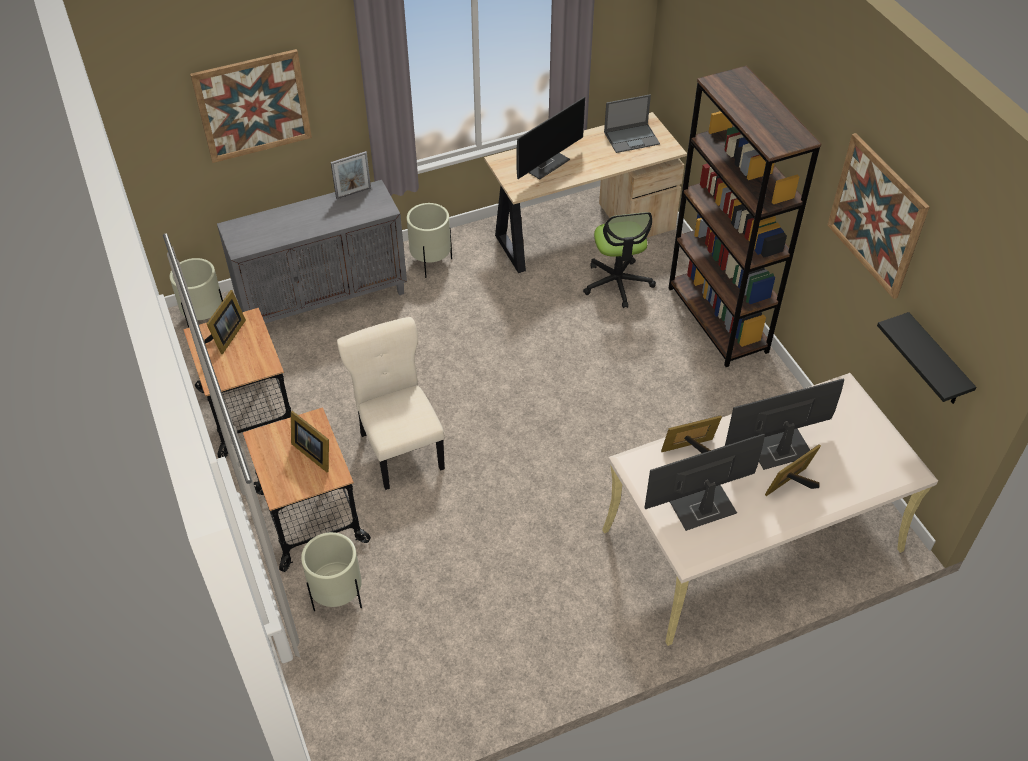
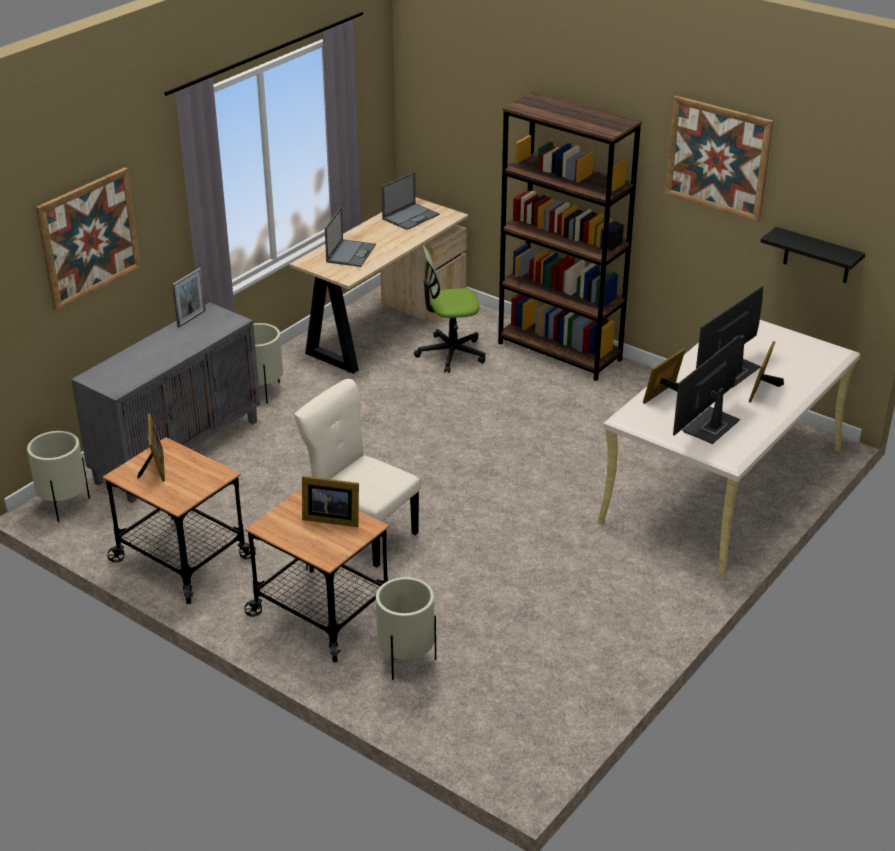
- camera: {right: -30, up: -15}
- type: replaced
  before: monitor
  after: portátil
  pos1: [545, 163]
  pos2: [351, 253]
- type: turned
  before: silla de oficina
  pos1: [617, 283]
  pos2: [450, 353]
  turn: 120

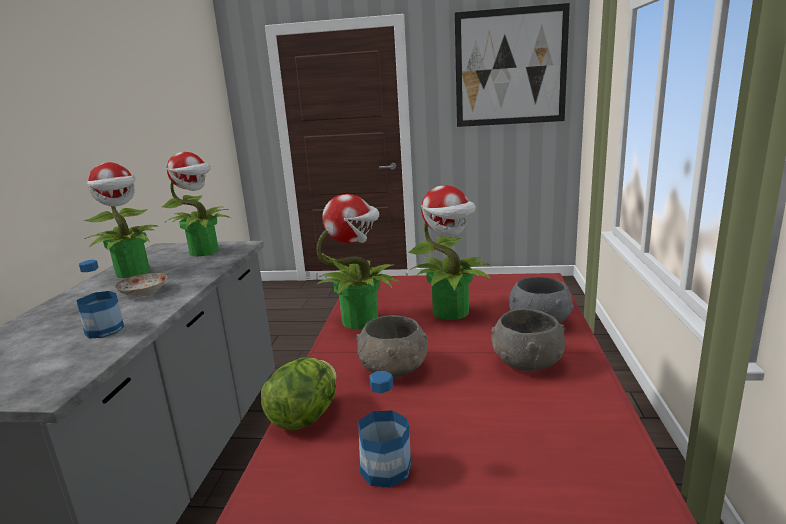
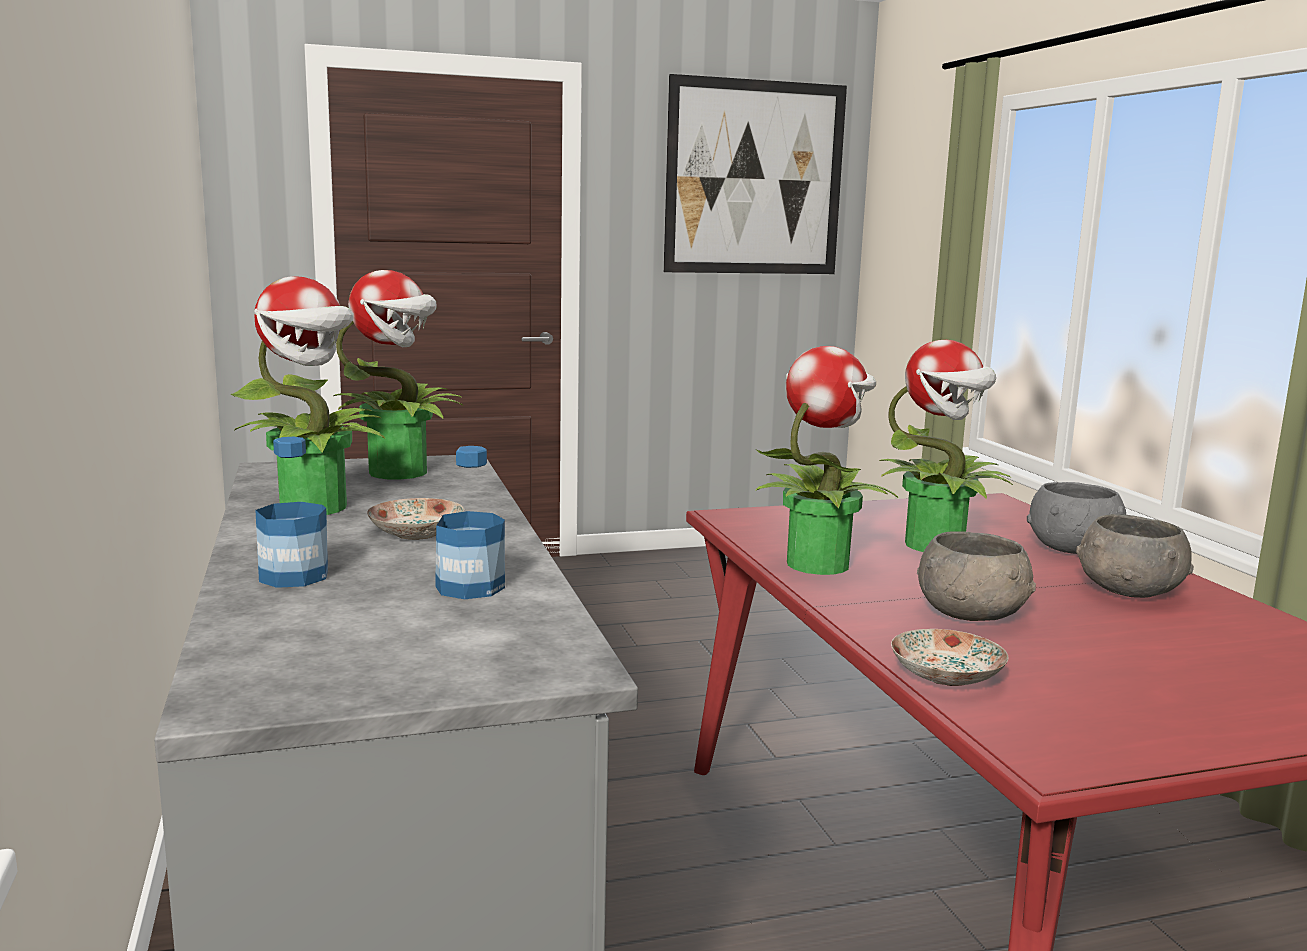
- camera: {right: -25, up: -5}
- type: replaced
  before: lechuga
  after: plato
  pos1: [305, 417]
  pos2: [946, 676]
- type: moved
  before: botella
  pos1: [385, 469]
  pos2: [294, 576]

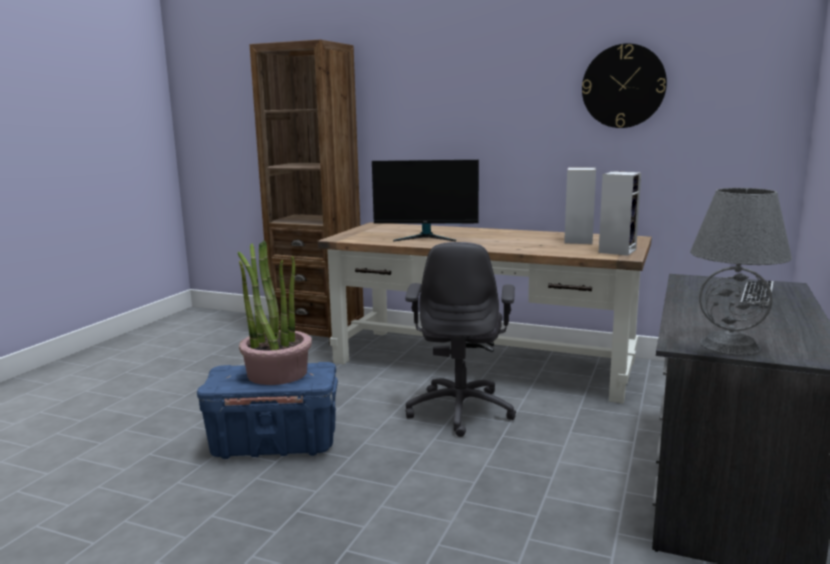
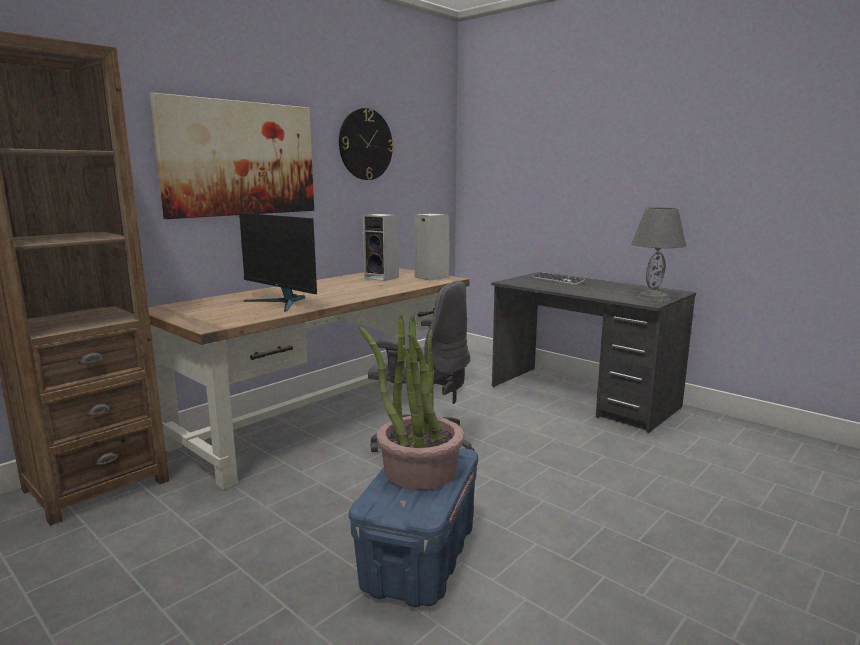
- camera: {right: -70, up: 0}
- type: turned
  before: monitor
  pos1: [426, 237]
  pos2: [282, 302]
  turn: 105
- type: added
  after: cuadro
  pos2: [240, 159]

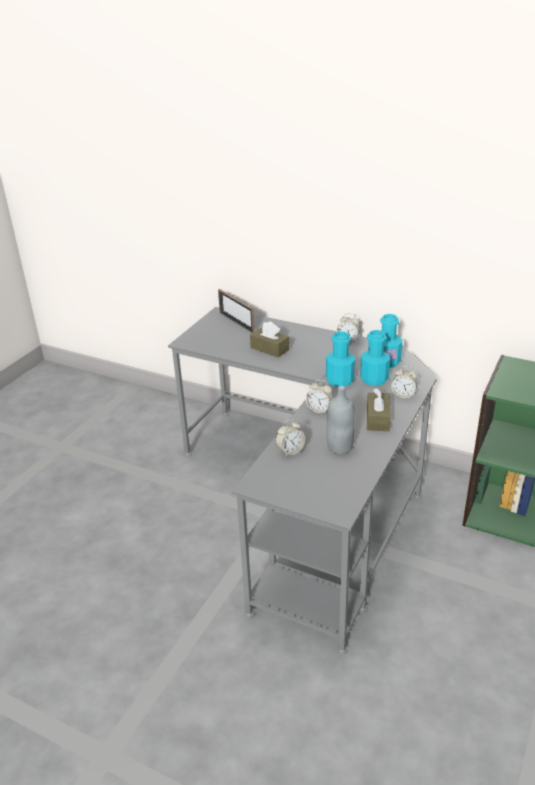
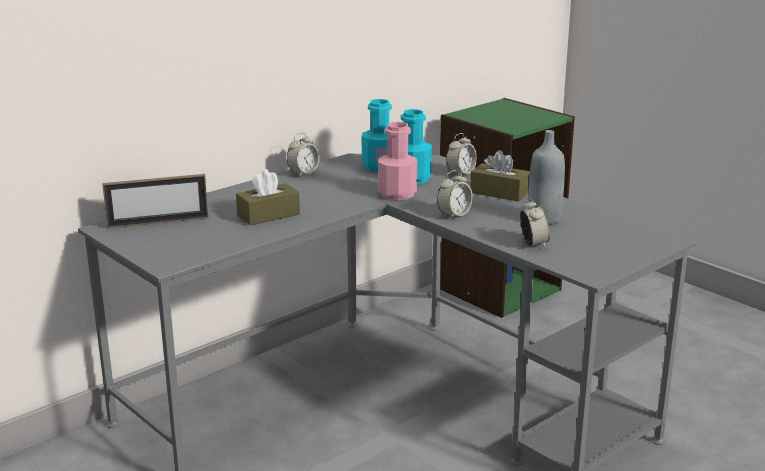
- camera: {right: -70, up: -10}
- type: recoloured
  before: botella [turquesa]
  after: botella [rosa]
  pos1: [340, 380]
  pos2: [397, 194]

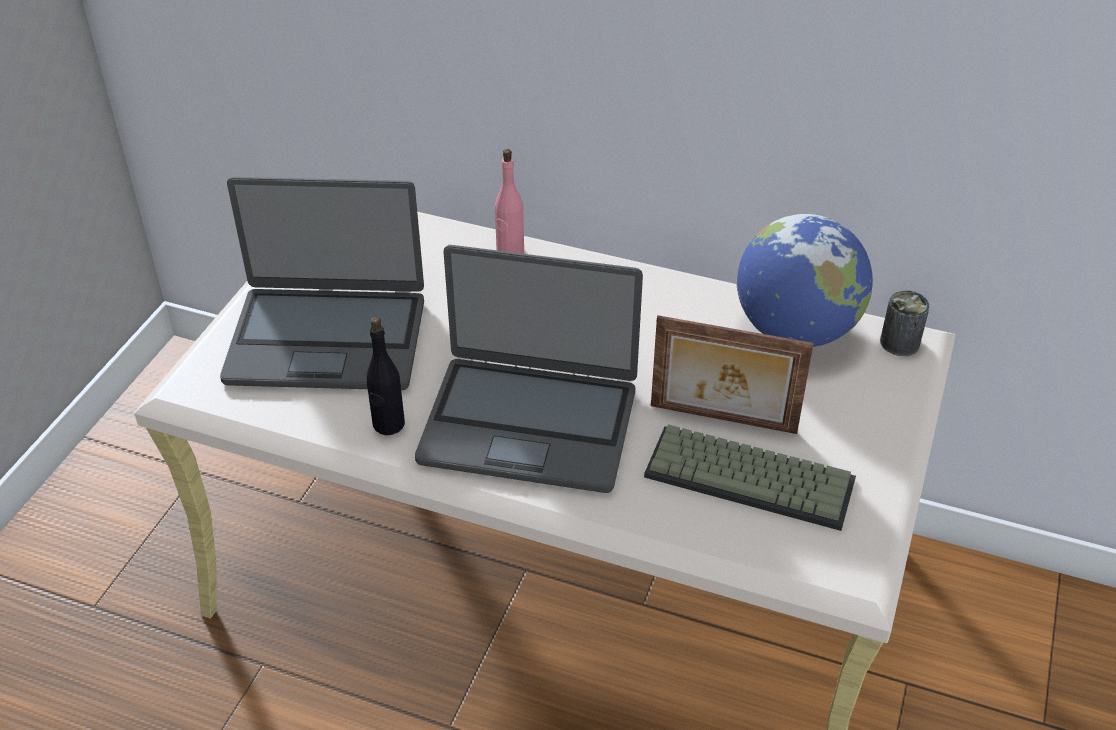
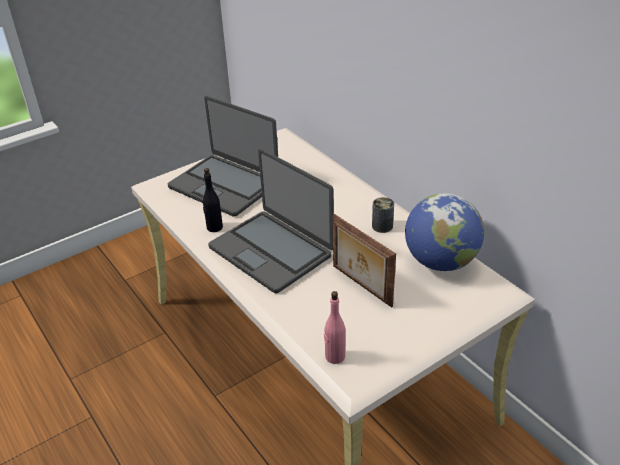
- camera: {right: 35, up: -5}
- type: moved
  before: botella [rosa]
  pos1: [510, 252]
  pos2: [334, 356]
- type: moved
  before: lata
  pos1: [899, 342]
  pos2: [382, 226]
- type: removed
  before: teclado
  pos1: [752, 476]

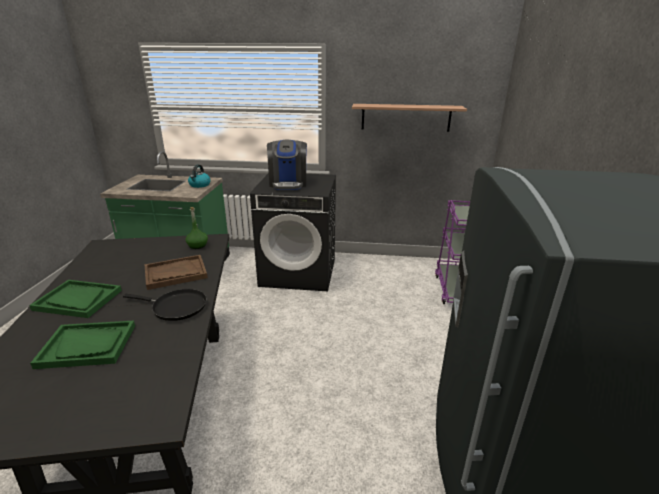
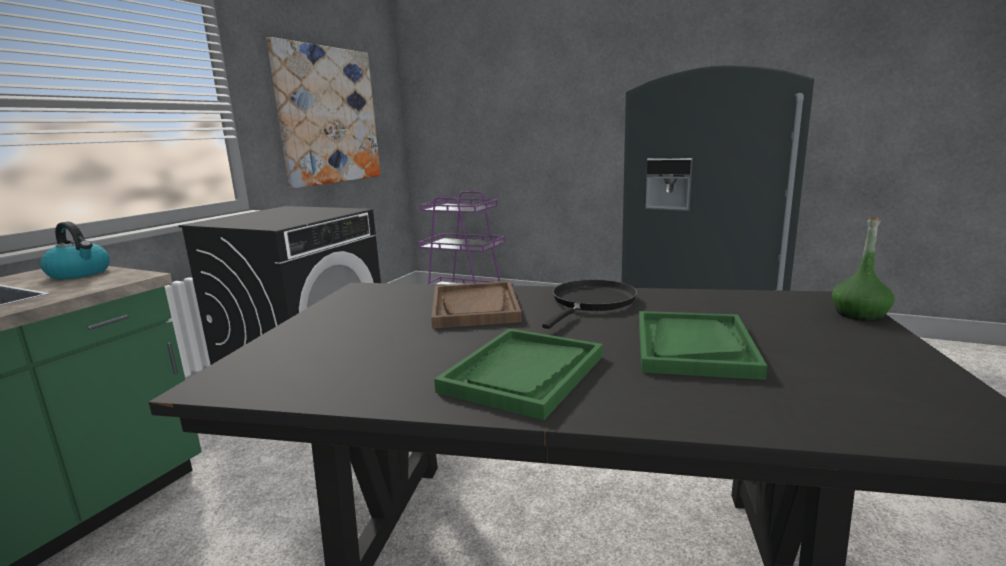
- camera: {right: -70, up: -10}
- type: replaced
  before: estante
  after: cuadro
  pos1: [405, 117]
  pos2: [328, 116]
- type: removed
  before: cafetera
  pos1: [288, 183]
- type: moved
  before: botella [verde]
  pos1: [197, 245]
  pos2: [859, 314]

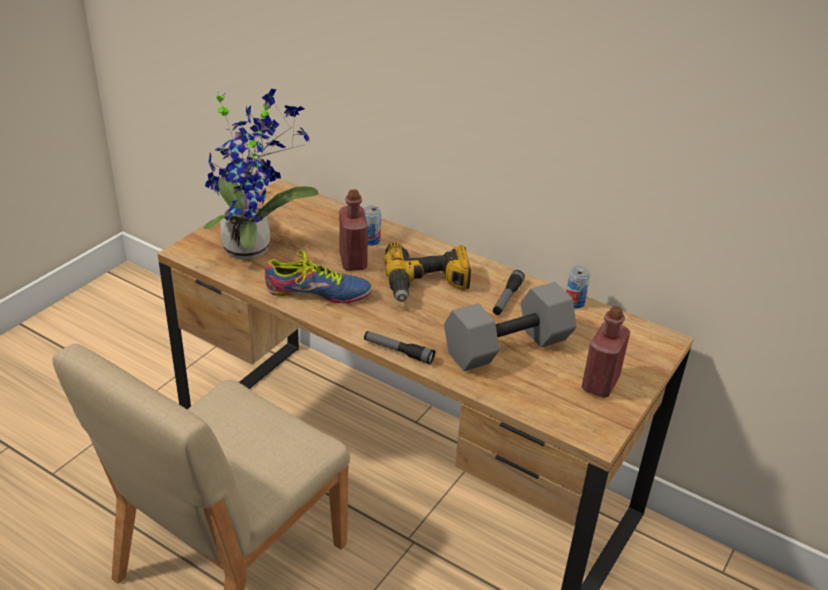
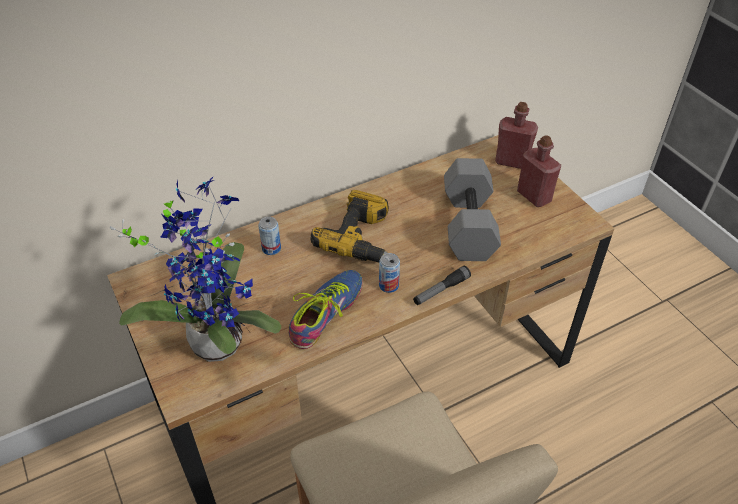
- camera: {right: -60, up: 10}
- type: moved
  before: botella [rojo]
  pos1: [353, 261]
  pos2: [512, 162]
- type: moved
  before: lata
  pos1: [574, 303]
  pos2: [388, 285]
- type: removed
  before: linterna
  pos1: [507, 298]

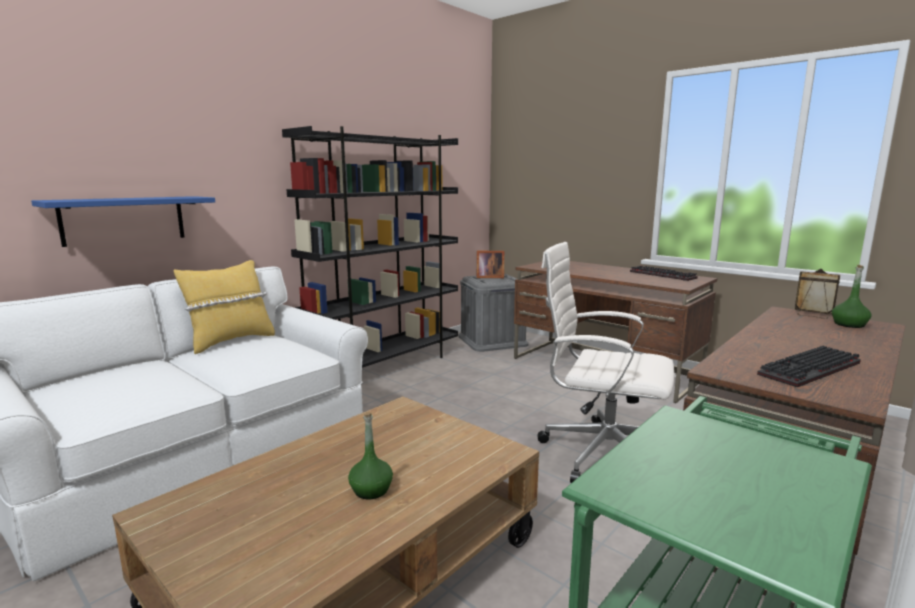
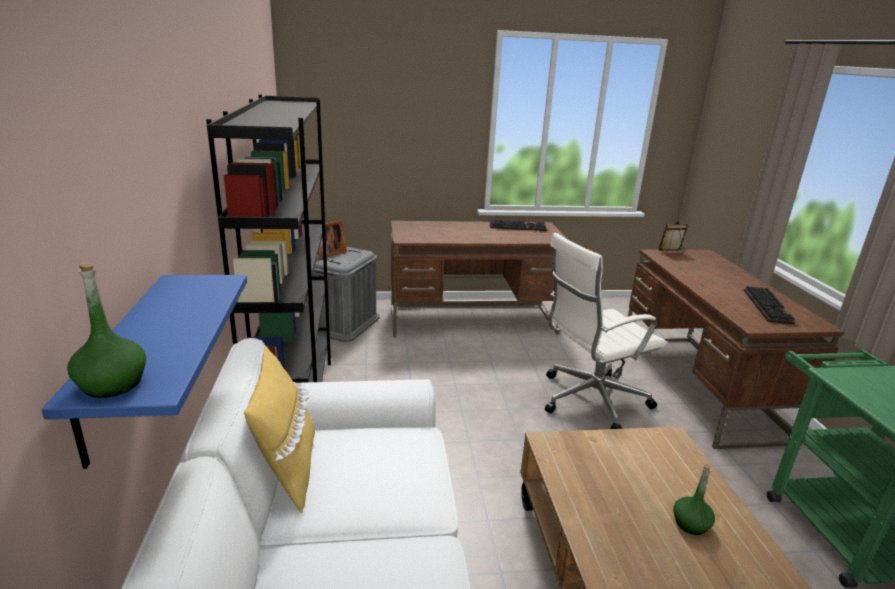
- camera: {right: -50, up: 10}
- type: moved
  before: botella [verde]
  pos1: [849, 324]
  pos2: [113, 384]

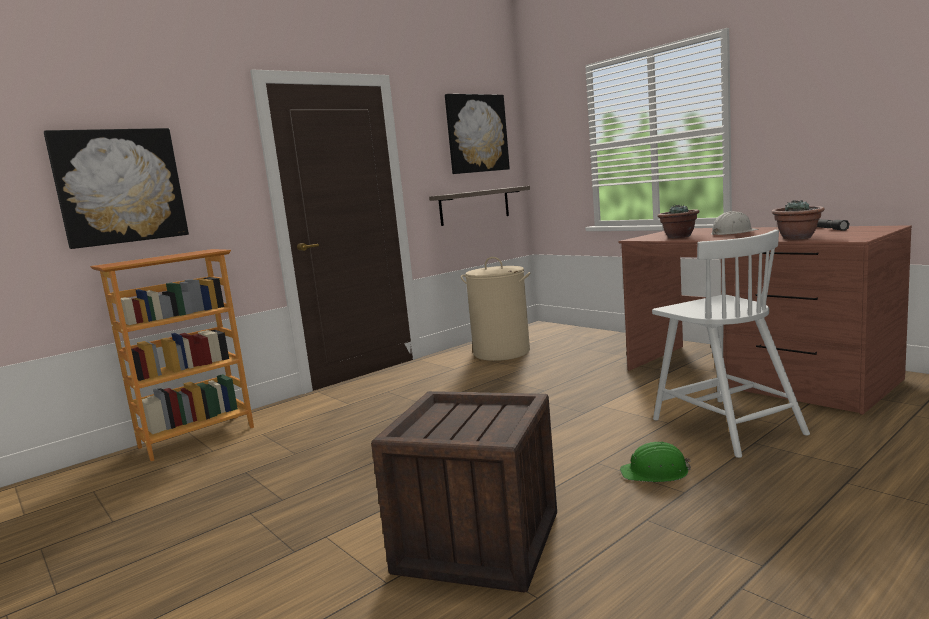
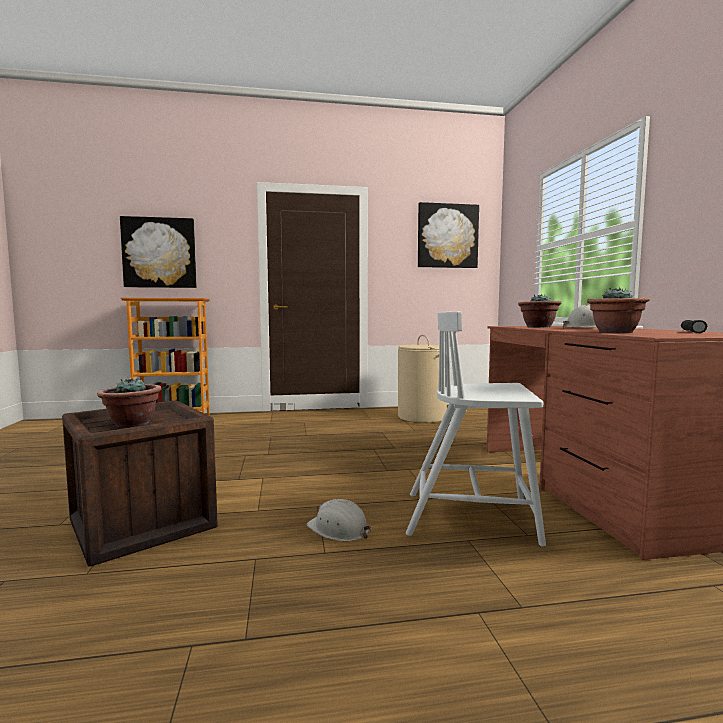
- camera: {right: 30, up: -5}
- type: removed
  before: estante
  pos1: [474, 206]
- type: turned
  before: silla [blanco]
  pos1: [724, 425]
  pos2: [473, 517]
  turn: 90
- type: recoloured
  before: casco [verde]
  after: casco [blanco]
  pos1: [655, 472]
  pos2: [338, 529]
- type: added
  after: planta en maceta
  pos2: [131, 424]

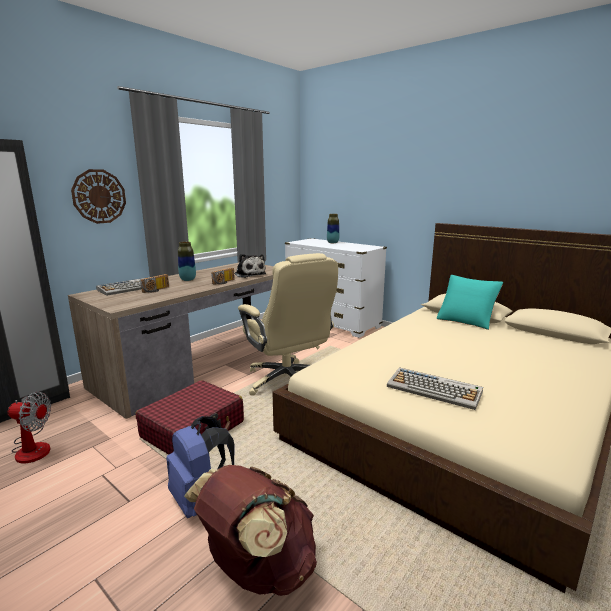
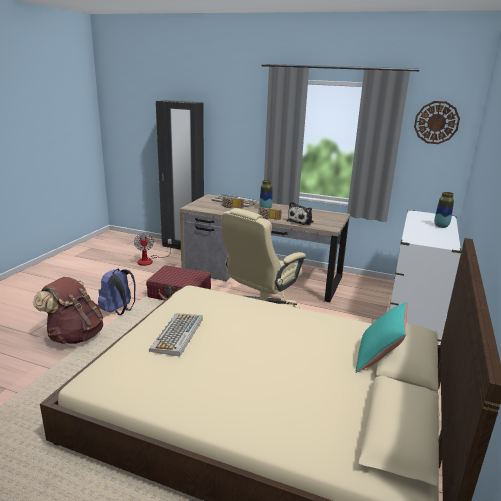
- camera: {right: 70, up: 5}
- type: moved
  before: reloj de pared
  pos1: [99, 196]
  pos2: [436, 122]

